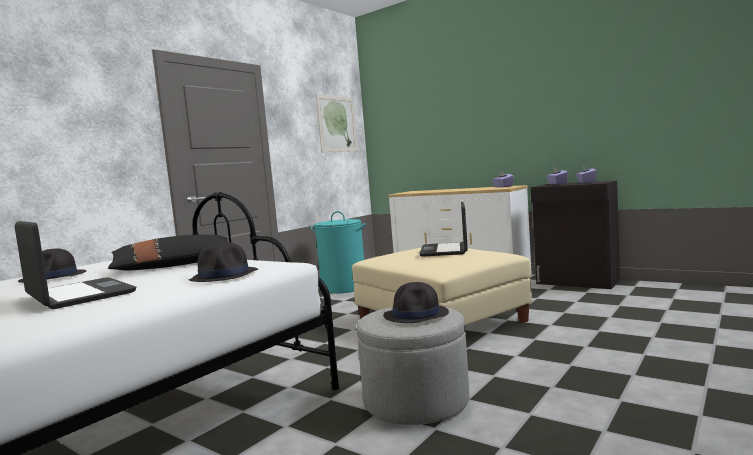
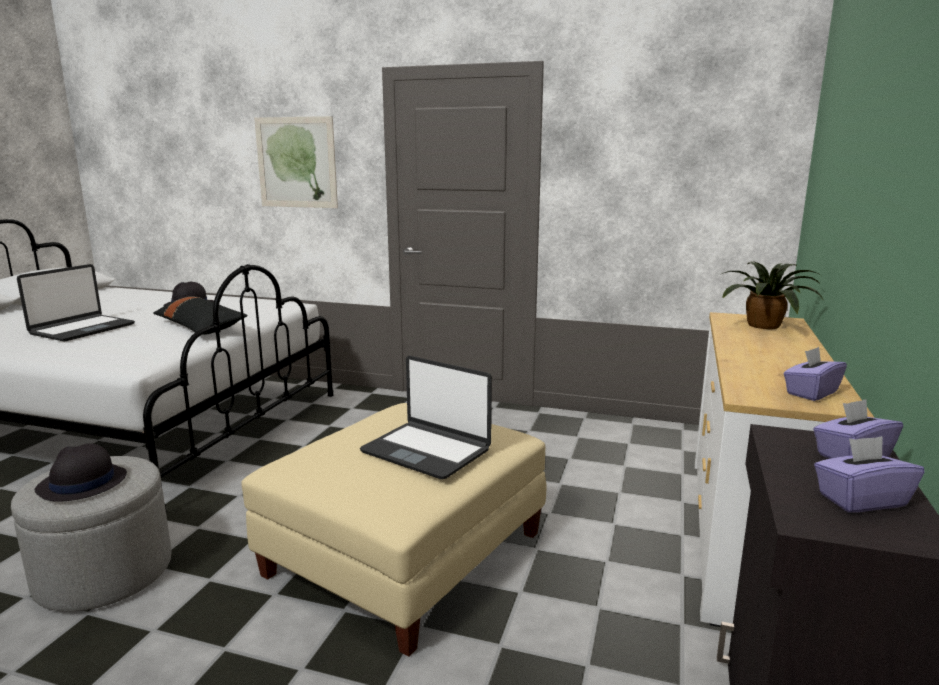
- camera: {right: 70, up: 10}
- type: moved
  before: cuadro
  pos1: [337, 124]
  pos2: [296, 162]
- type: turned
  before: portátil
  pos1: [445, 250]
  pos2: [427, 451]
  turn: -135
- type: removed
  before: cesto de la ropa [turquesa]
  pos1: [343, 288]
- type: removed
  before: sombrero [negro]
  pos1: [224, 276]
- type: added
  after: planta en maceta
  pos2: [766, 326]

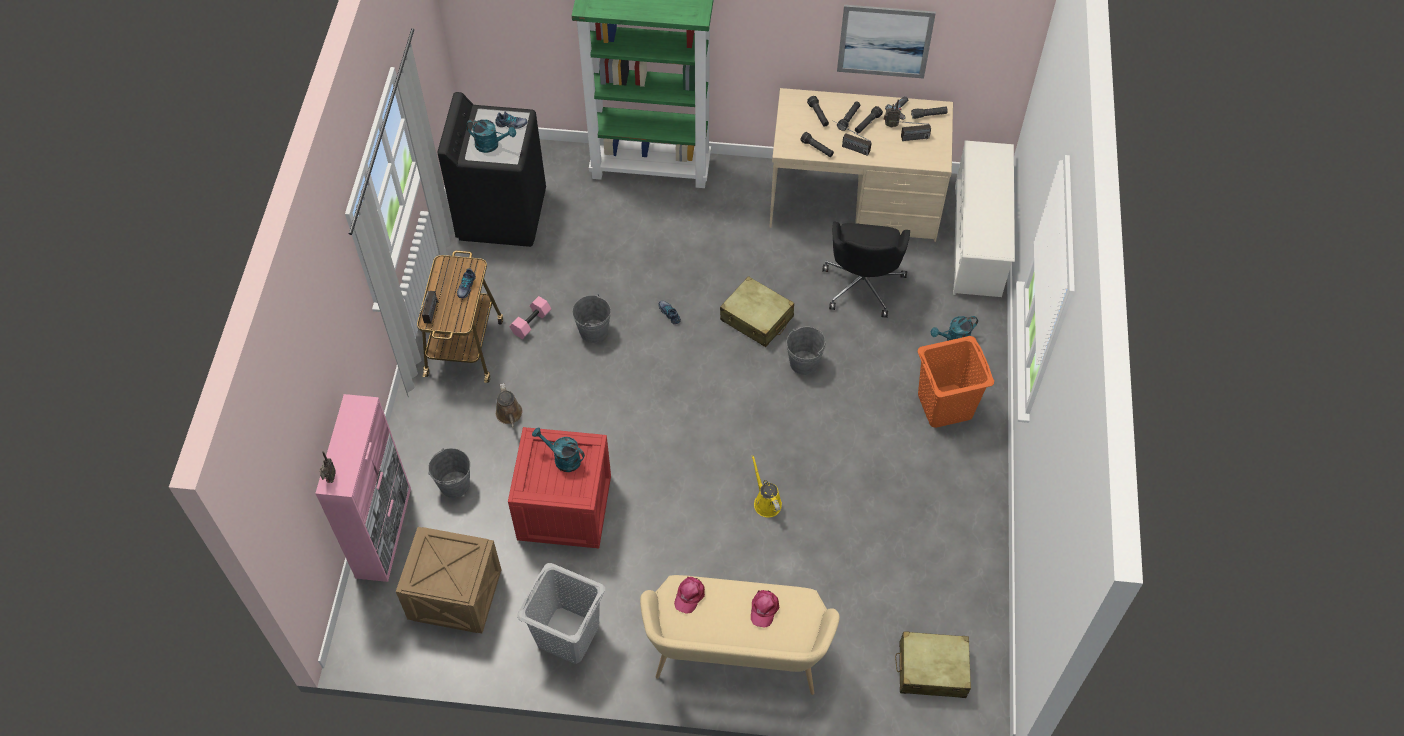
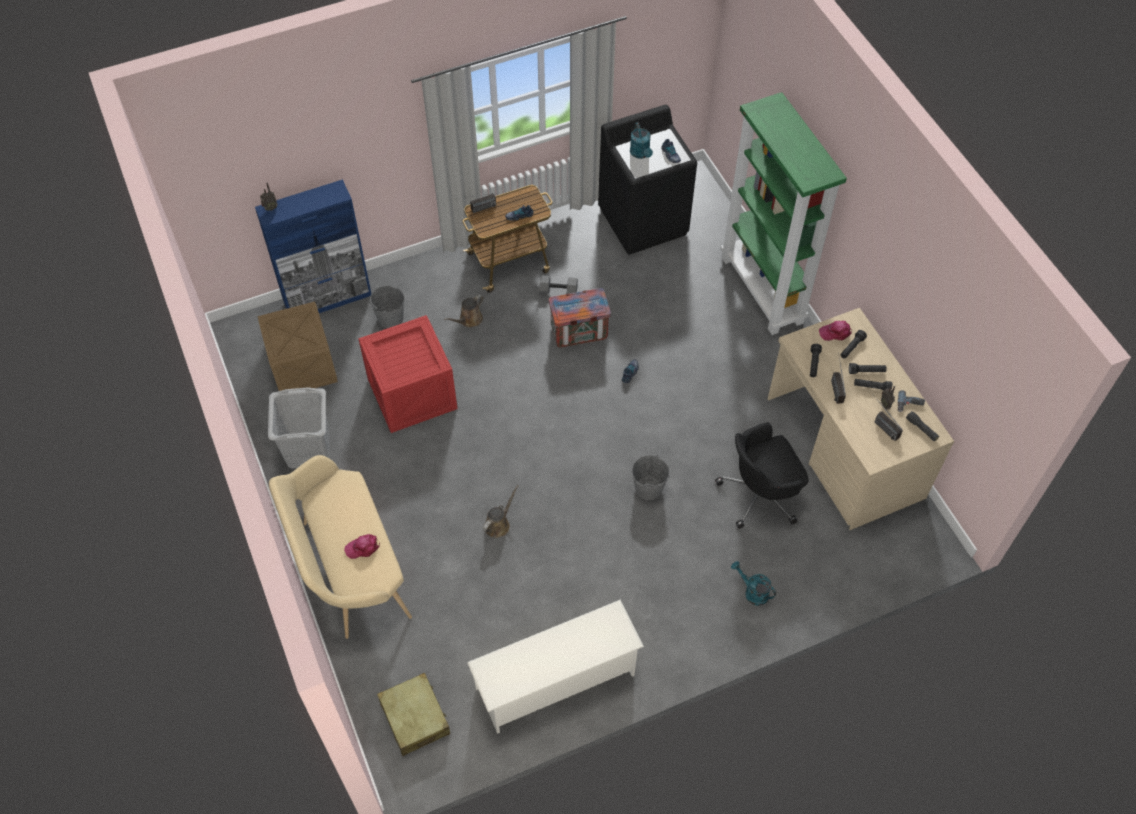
- camera: {right: 60, up: 0}
- type: removed
  before: cuadro
  pos1: [885, 41]
- type: moved
  before: zapatero [blanco]
  pos1: [978, 241]
  pos2: [556, 681]
- type: removed
  before: maleta [beis]
  pos1: [756, 318]
- type: replaced
  before: cubo [gris]
  after: caja de embalaje
  pos1: [593, 331]
  pos2: [578, 332]
- type: recoloured
  before: mancuerna [rosa]
  after: mancuerna [gris]
  pos1: [531, 322]
  pos2: [559, 290]
- type: removed
  before: cesto de la ropa [naranja]
  pos1: [945, 406]
- type: recoloured
  before: armario [rosa]
  after: armario [azul]
  pos1: [384, 532]
  pos2: [328, 299]
- type: removed
  before: regadera [turquesa]
  pos1: [562, 459]
- type: recoloured
  before: regadera [amarillo]
  after: regadera [marrón]
  pos1: [766, 502]
  pos2: [498, 524]
- type: moved
  before: gorra [rosa]
  pos1: [689, 595]
  pos2: [835, 332]

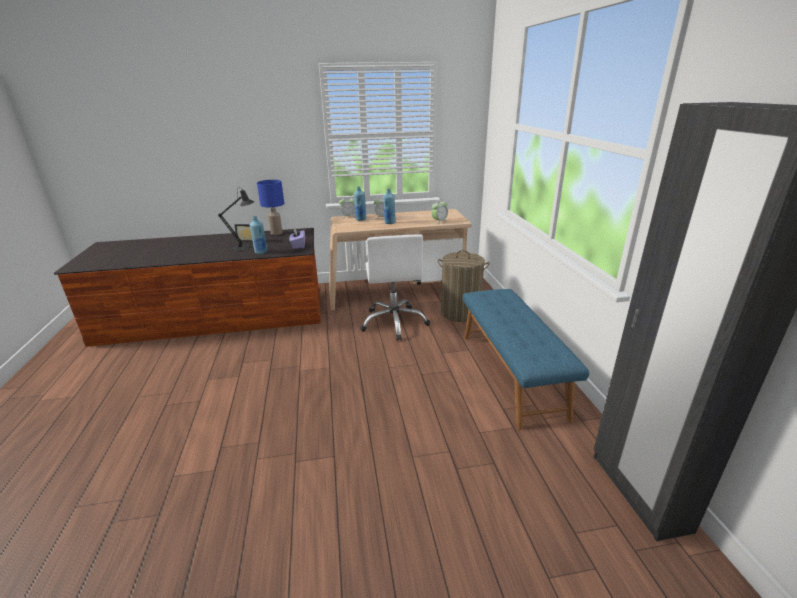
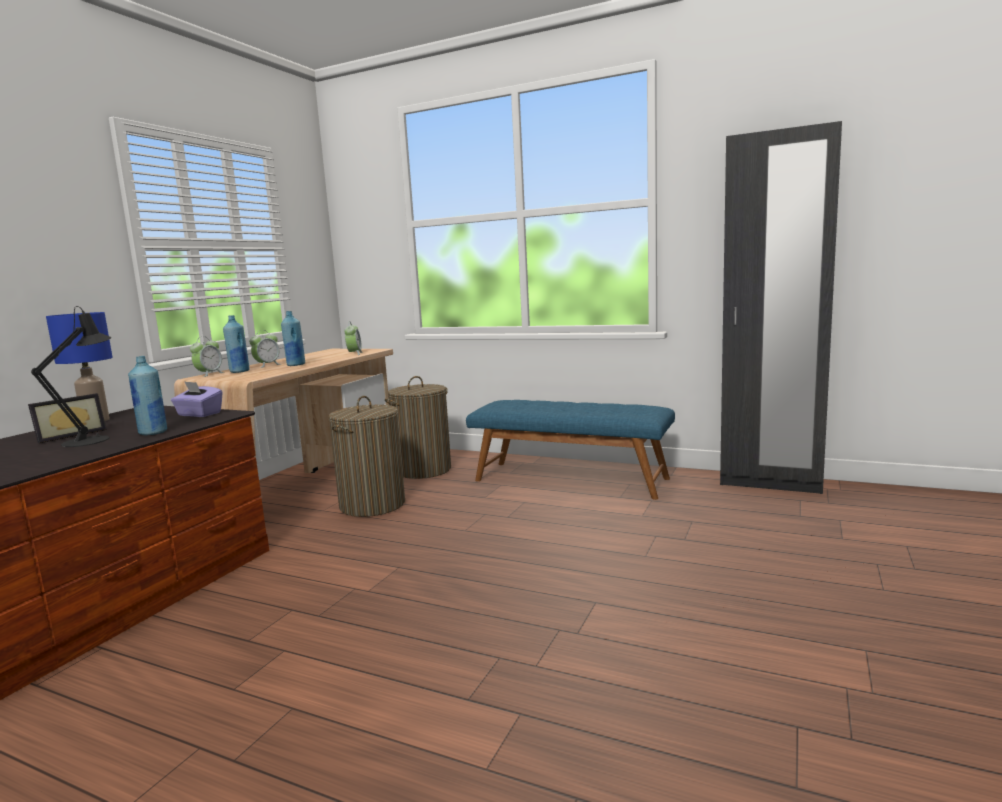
- camera: {right: -55, up: -15}
- type: replaced
  before: silla de oficina [blanco]
  after: cesto de la ropa
  pos1: [394, 322]
  pos2: [372, 505]

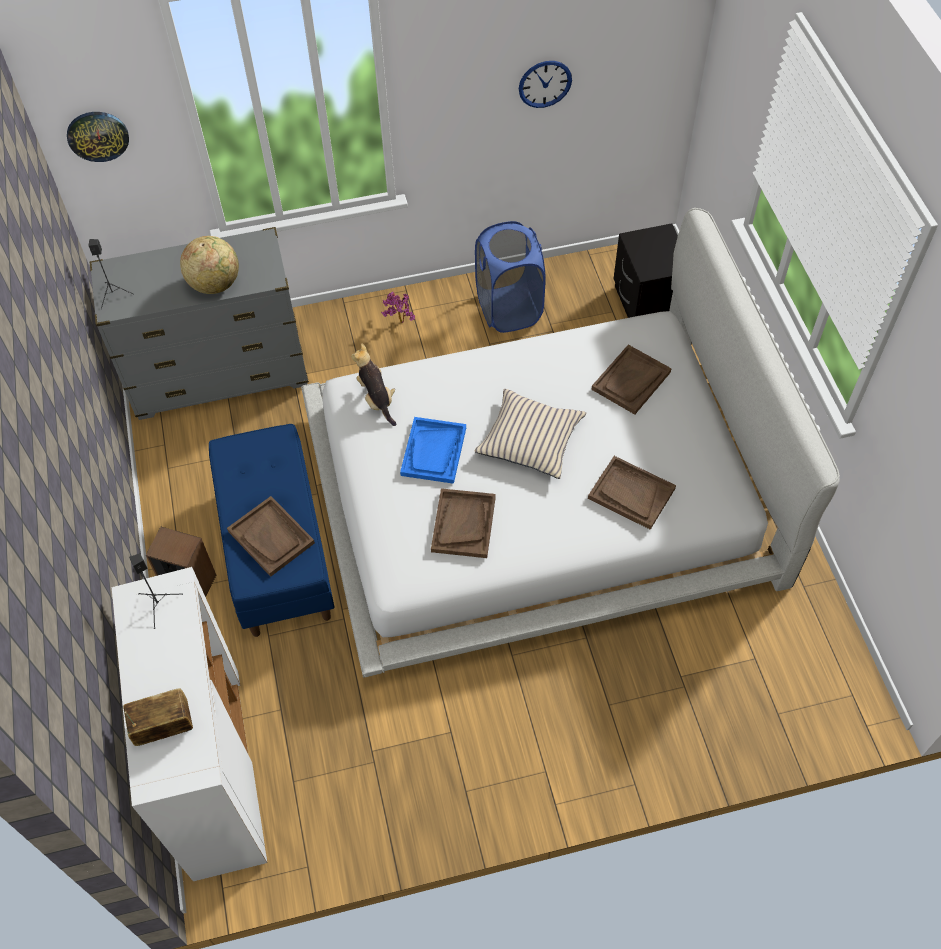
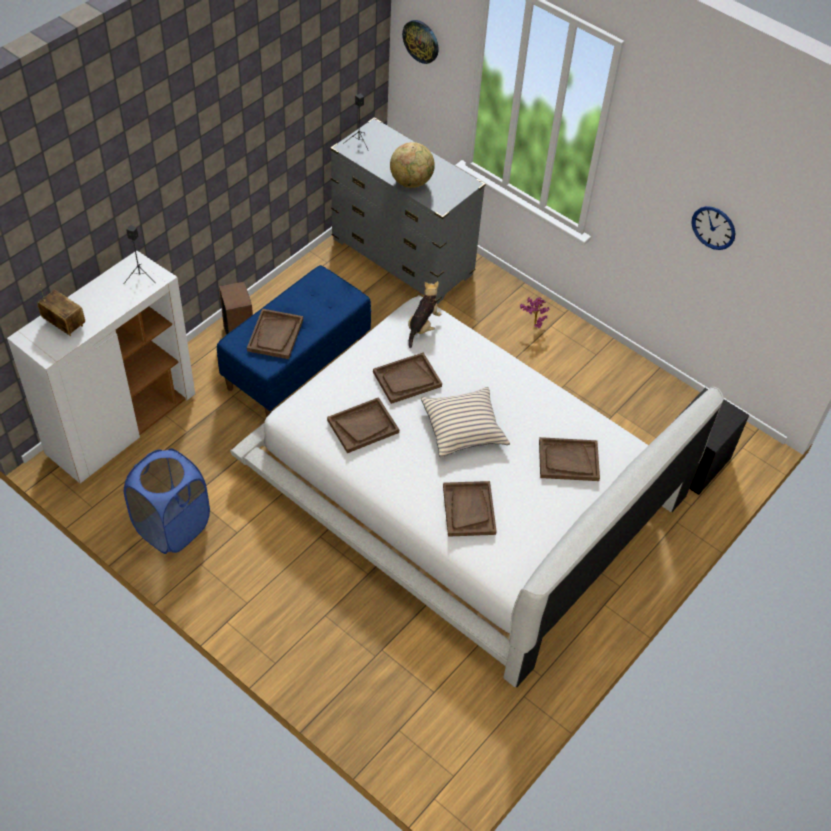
- camera: {right: 50, up: -5}
- type: moved
  before: cesto de la ropa [azul]
  pos1: [508, 309]
  pos2: [172, 526]
- type: recoloured
  before: bandeja [azul]
  after: bandeja [marrón]
  pos1: [434, 451]
  pos2: [407, 379]

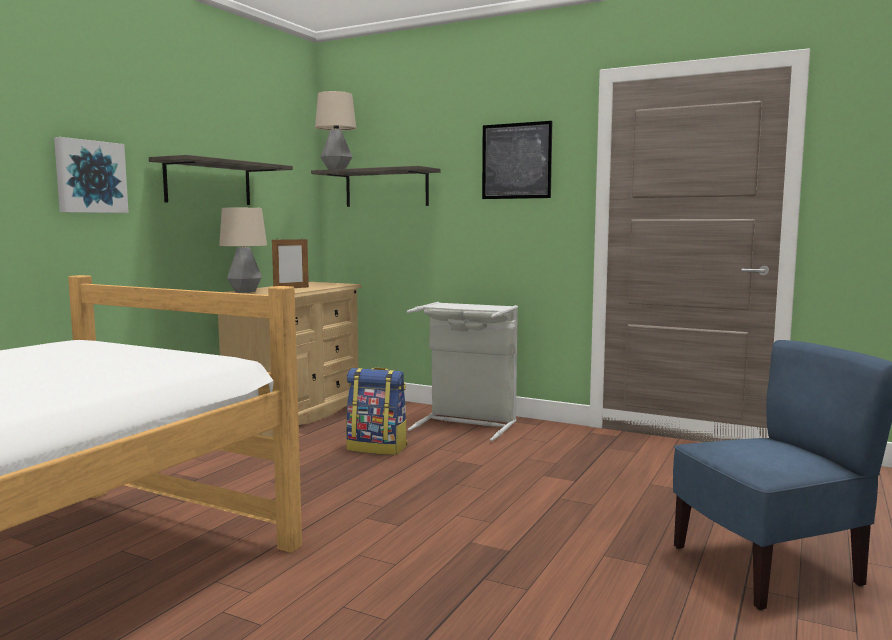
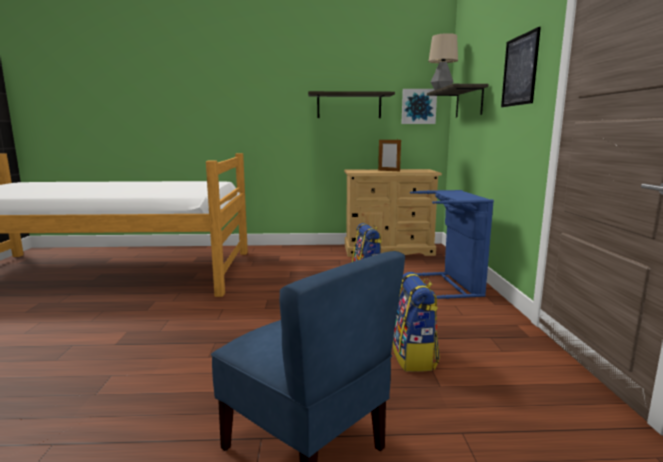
- camera: {right: 60, up: 5}
- type: moved
  before: cuadro
  pos1: [90, 177]
  pos2: [418, 106]
- type: removed
  before: lámpara de mesa
  pos1: [245, 292]
- type: recoloured
  before: cesto de la ropa [gris]
  after: cesto de la ropa [azul]
  pos1: [467, 424]
  pos2: [451, 285]
- type: added
  after: mochila
  pos2: [414, 357]

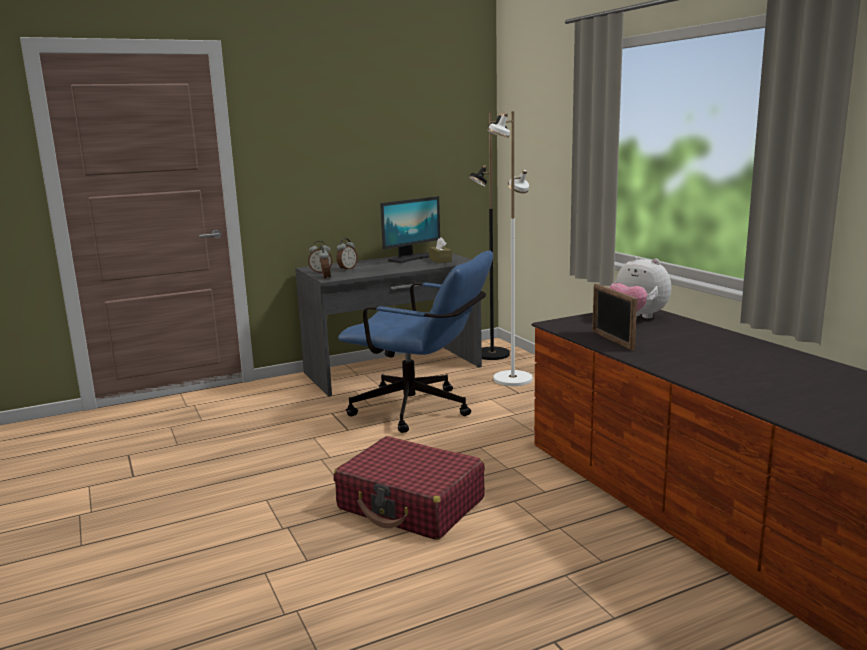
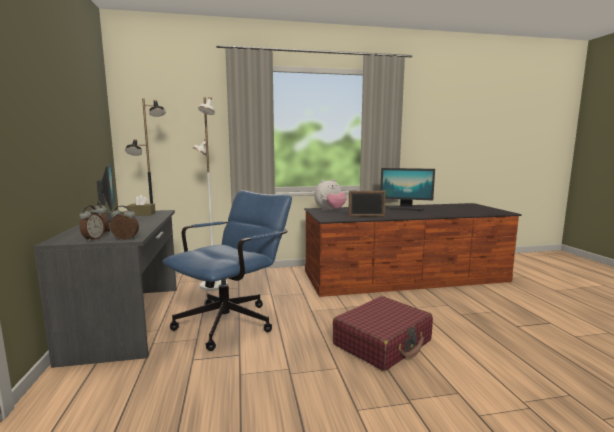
- camera: {right: -75, up: -5}
- type: added
  after: monitor
  pos2: [405, 209]

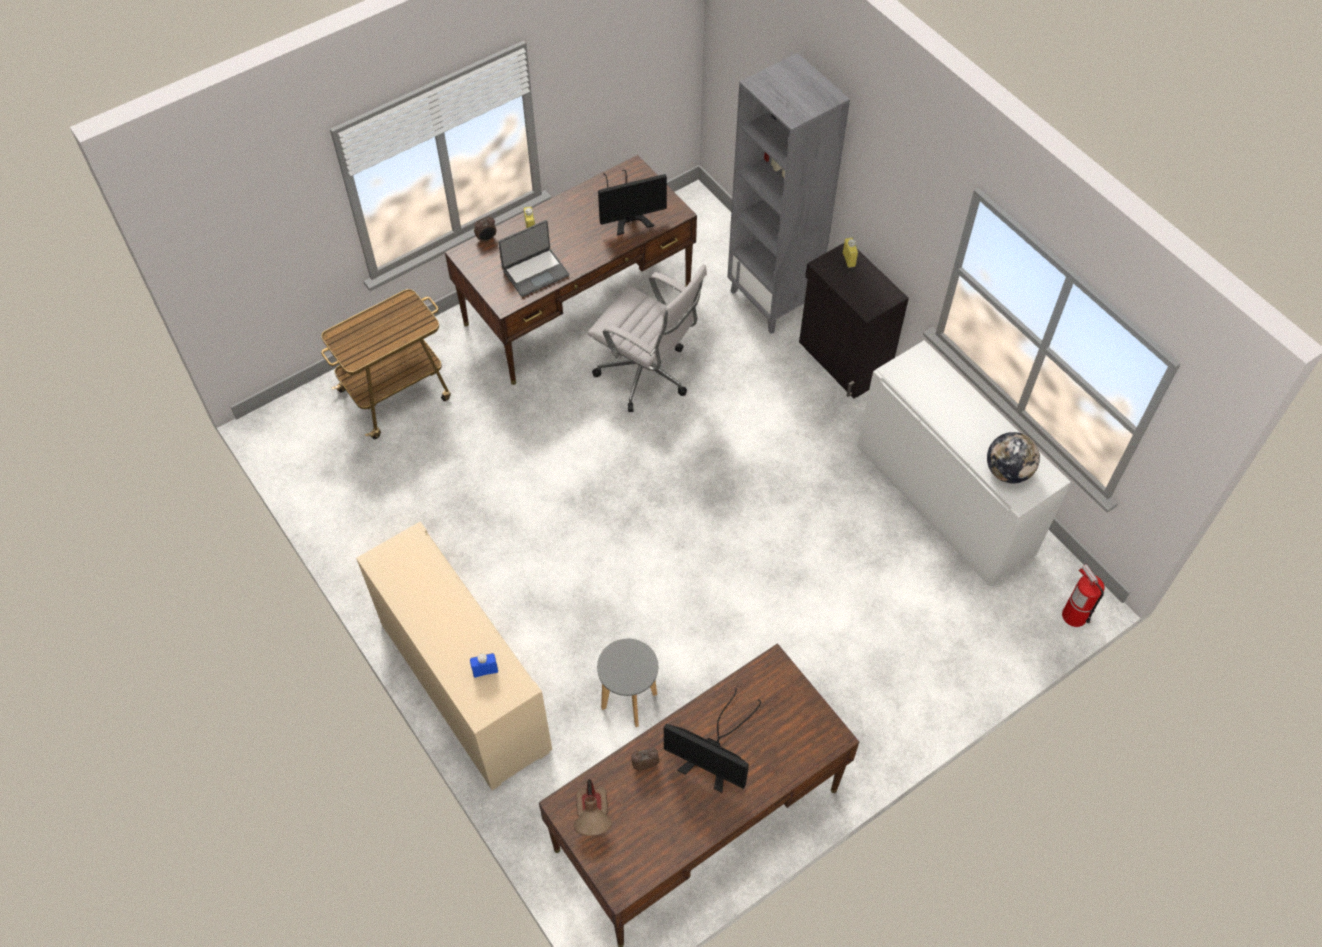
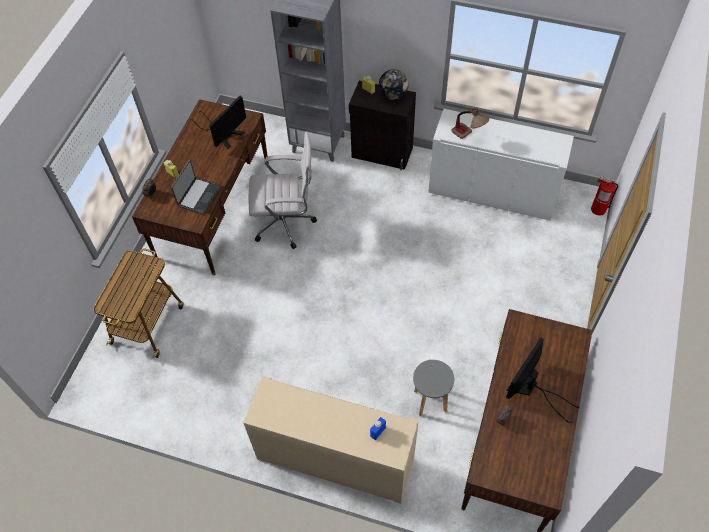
- camera: {right: -35, up: 0}
- type: moved
  before: globo terráqueo
  pos1: [1007, 471]
  pos2: [393, 95]
- type: turned
  before: monitor
  pos1: [714, 755]
  pos2: [531, 389]
  turn: 135
- type: moved
  before: lámpara de mesa
  pos1: [593, 821]
  pos2: [469, 136]

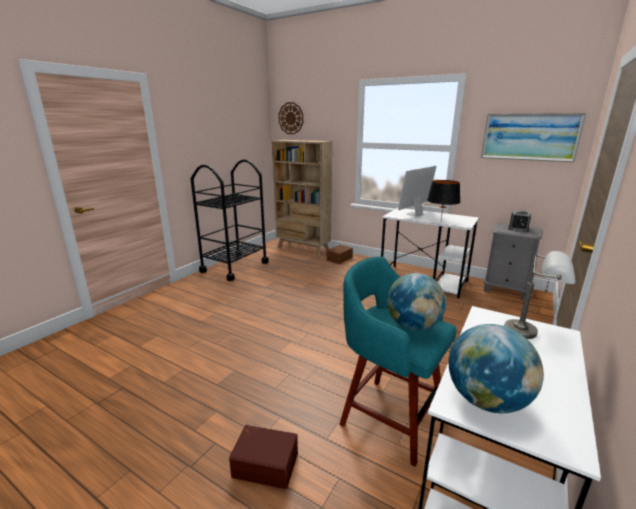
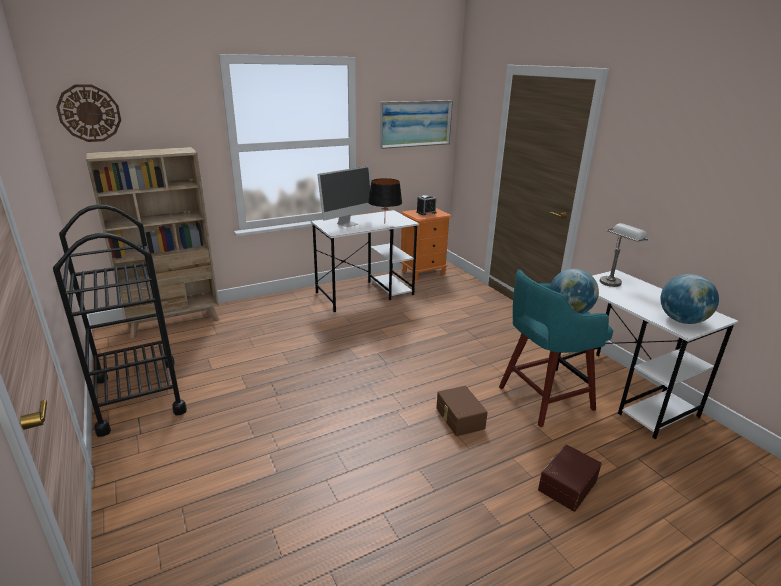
- camera: {right: -60, up: 5}
- type: turned
  before: monitor
  pos1: [414, 214]
  pos2: [347, 223]
  turn: -120
- type: recoloured
  before: mesita de noche [gris]
  after: mesita de noche [naranja]
  pos1: [505, 290]
  pos2: [423, 272]
- type: moved
  before: caja de almacenaje [marrón]
  pos1: [339, 258]
  pos2: [459, 418]

